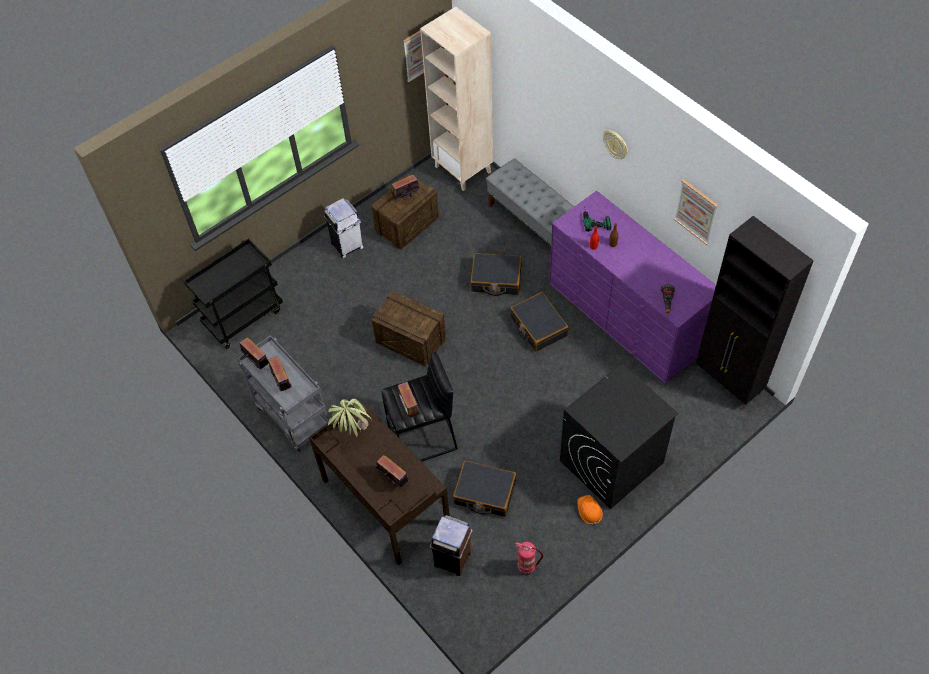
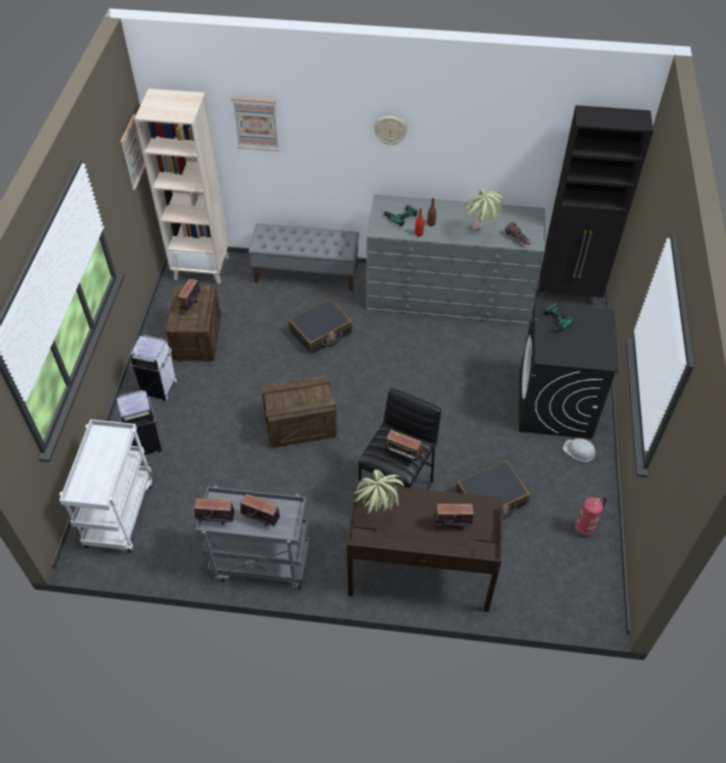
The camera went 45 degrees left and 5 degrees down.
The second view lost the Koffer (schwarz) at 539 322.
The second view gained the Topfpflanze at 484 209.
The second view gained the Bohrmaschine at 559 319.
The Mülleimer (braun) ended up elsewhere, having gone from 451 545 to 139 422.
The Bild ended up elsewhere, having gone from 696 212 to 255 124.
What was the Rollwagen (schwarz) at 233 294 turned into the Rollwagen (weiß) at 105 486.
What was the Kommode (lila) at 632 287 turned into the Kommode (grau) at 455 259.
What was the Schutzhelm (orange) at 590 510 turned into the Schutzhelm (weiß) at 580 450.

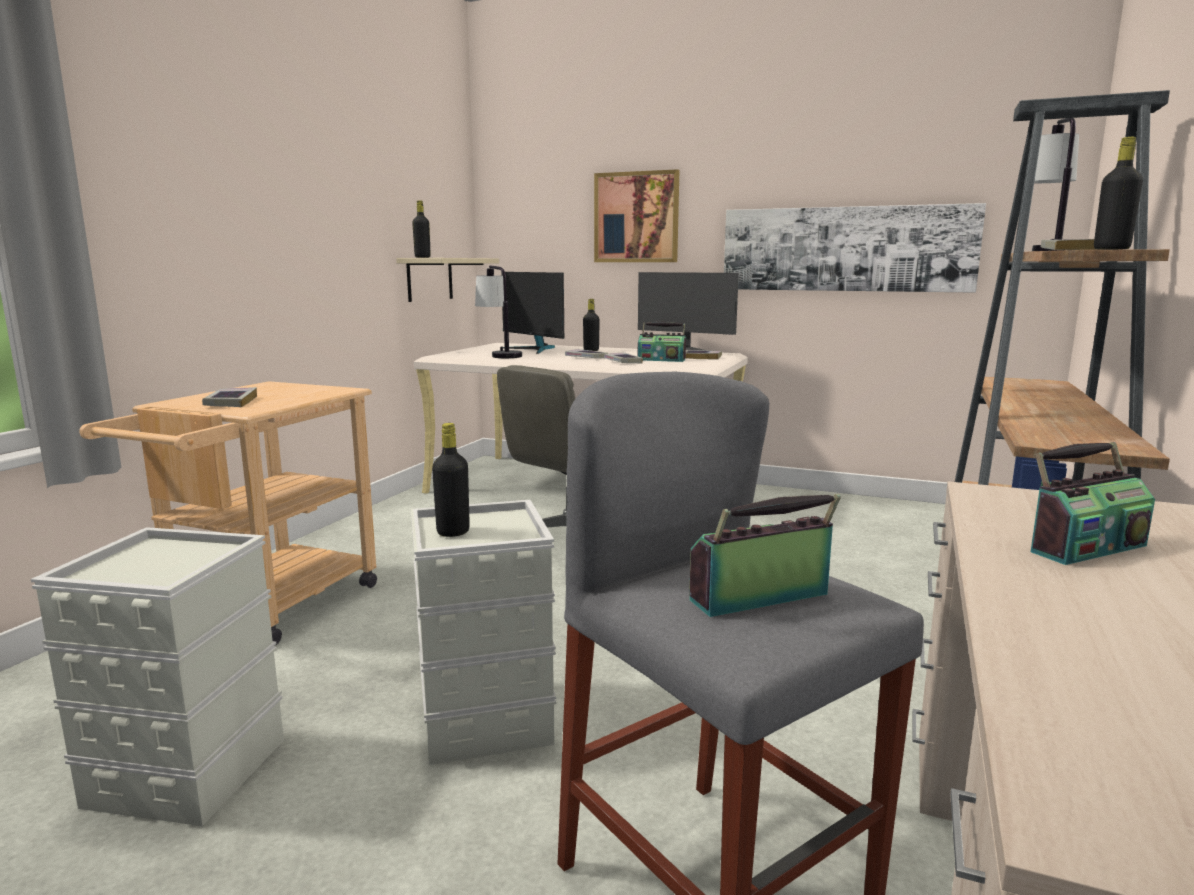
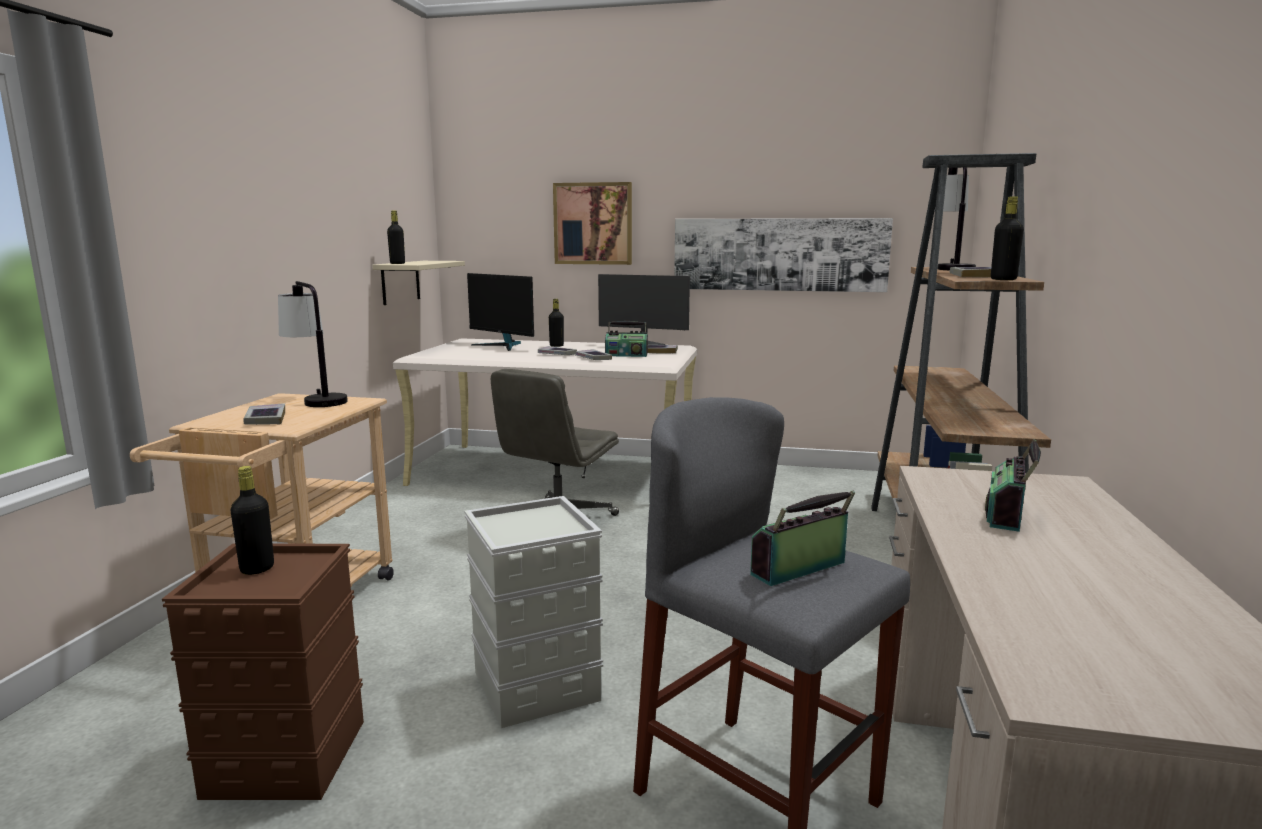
The camera went 10 degrees left and 0 degrees up.
The Flasche (schwarz) ended up elsewhere, having gone from 451 480 to 252 520.
The Tischlampe ended up elsewhere, having gone from 498 311 to 313 344.
What was the Aufbewahrungsbox (grau) at 157 676 turned into the Aufbewahrungsbox (braun) at 263 672.
The Radio at 1093 503 ended up facing another way, 150 degrees clockwise from before.

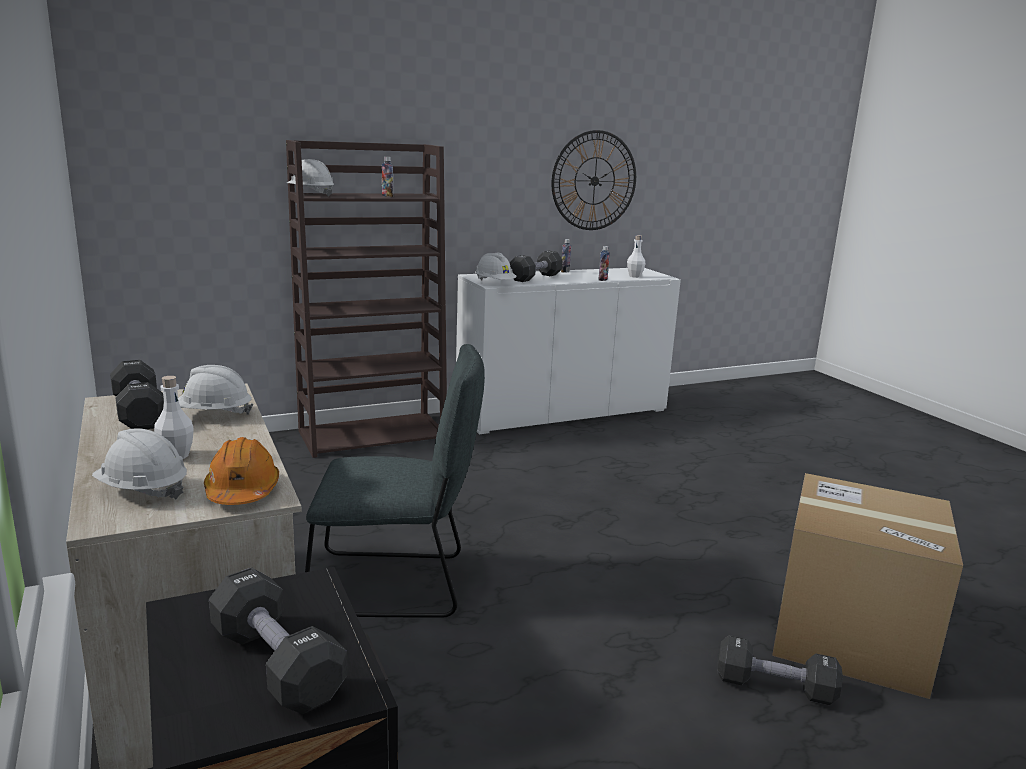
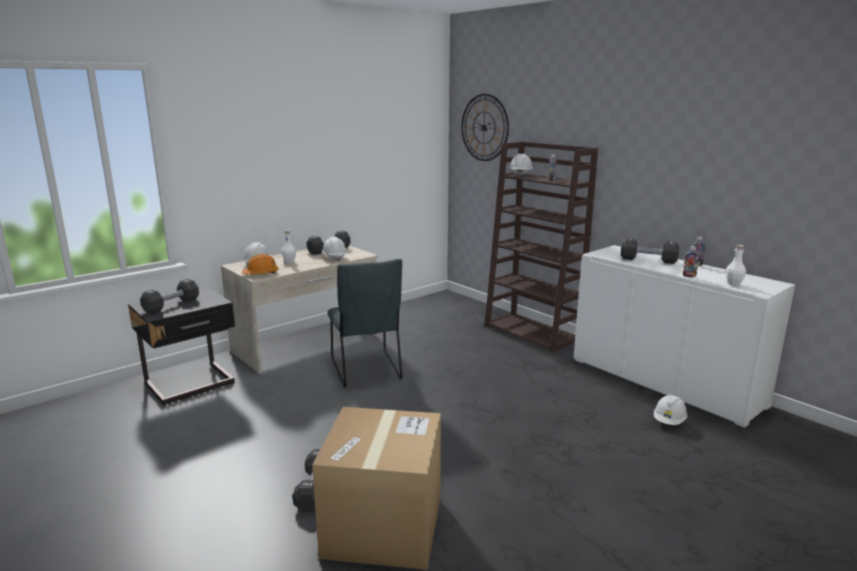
The camera went 75 degrees right and 0 degrees up.
The Schutzhelm (weiß) ended up elsewhere, having gone from 496 266 to 671 409.
The Wanduhr ended up elsewhere, having gone from 594 180 to 485 127.

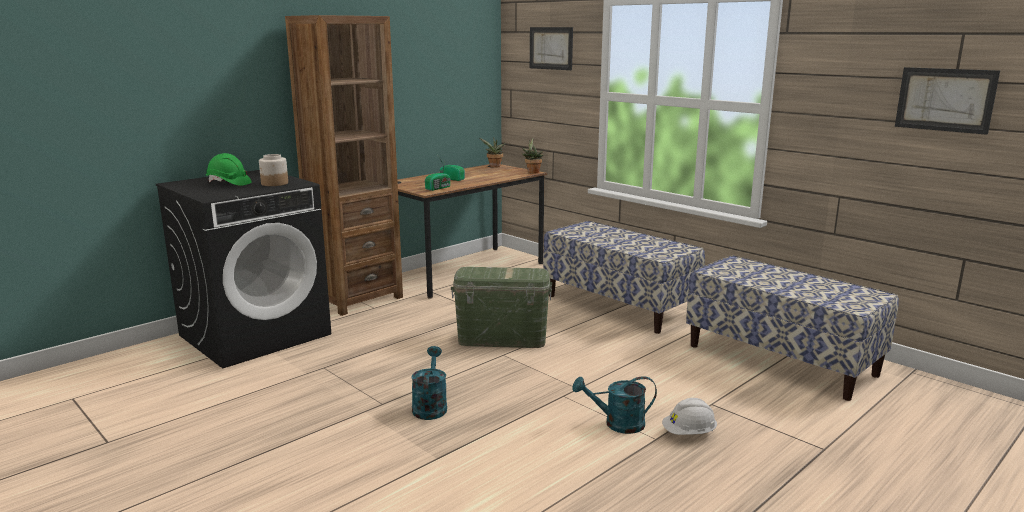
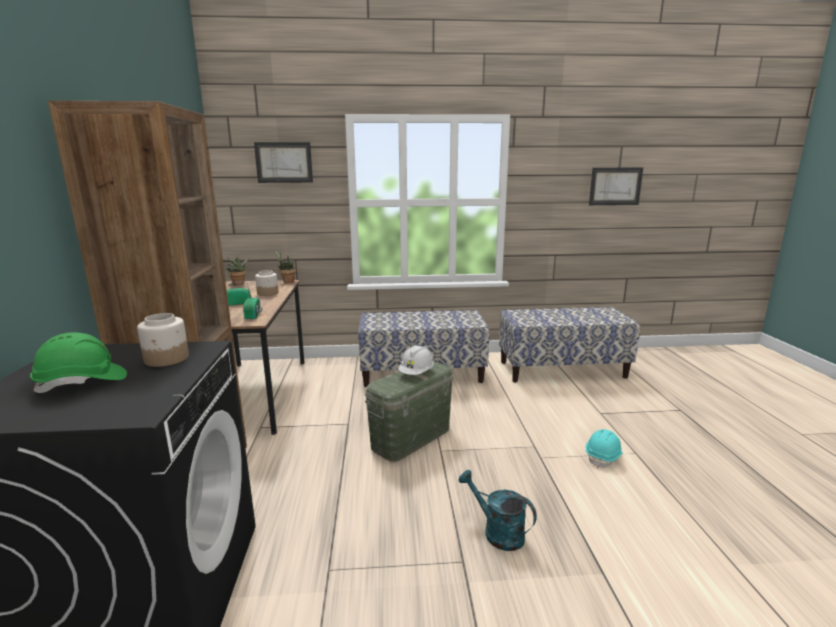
The camera went 50 degrees left and 0 degrees up.
The second view gained the Vorratsglas at 266 283.
The Schutzhelm (weiß) ended up elsewhere, having gone from 689 416 to 416 360.
Where the Gießkanne (türkis) stood at 614 405, the Schutzhelm (türkis) came to stand at 604 449.

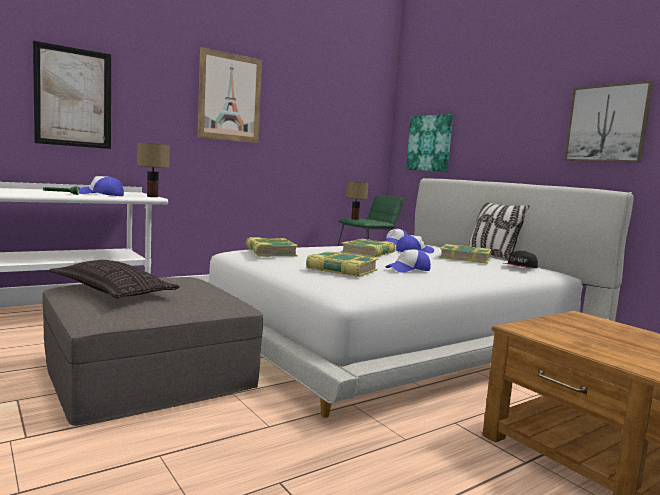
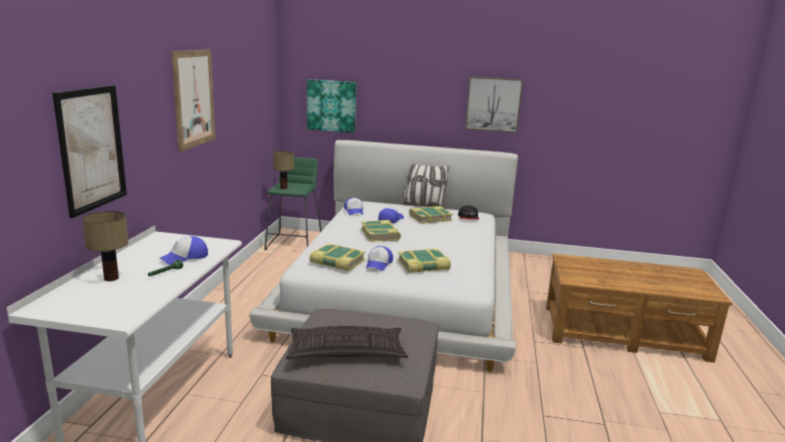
The camera went 45 degrees left and 10 degrees up.
The Tischlampe ended up elsewhere, having gone from 153 170 to 105 246.
The Kappe ended up elsewhere, having gone from 408 261 to 379 258.

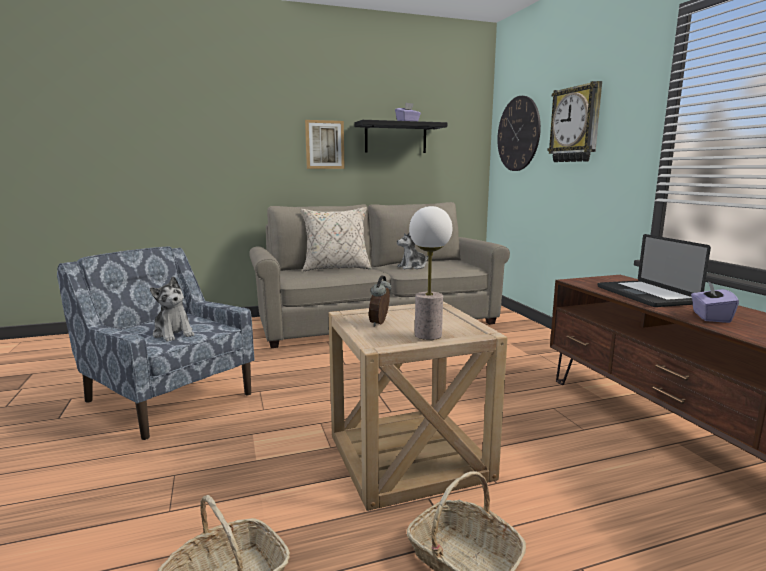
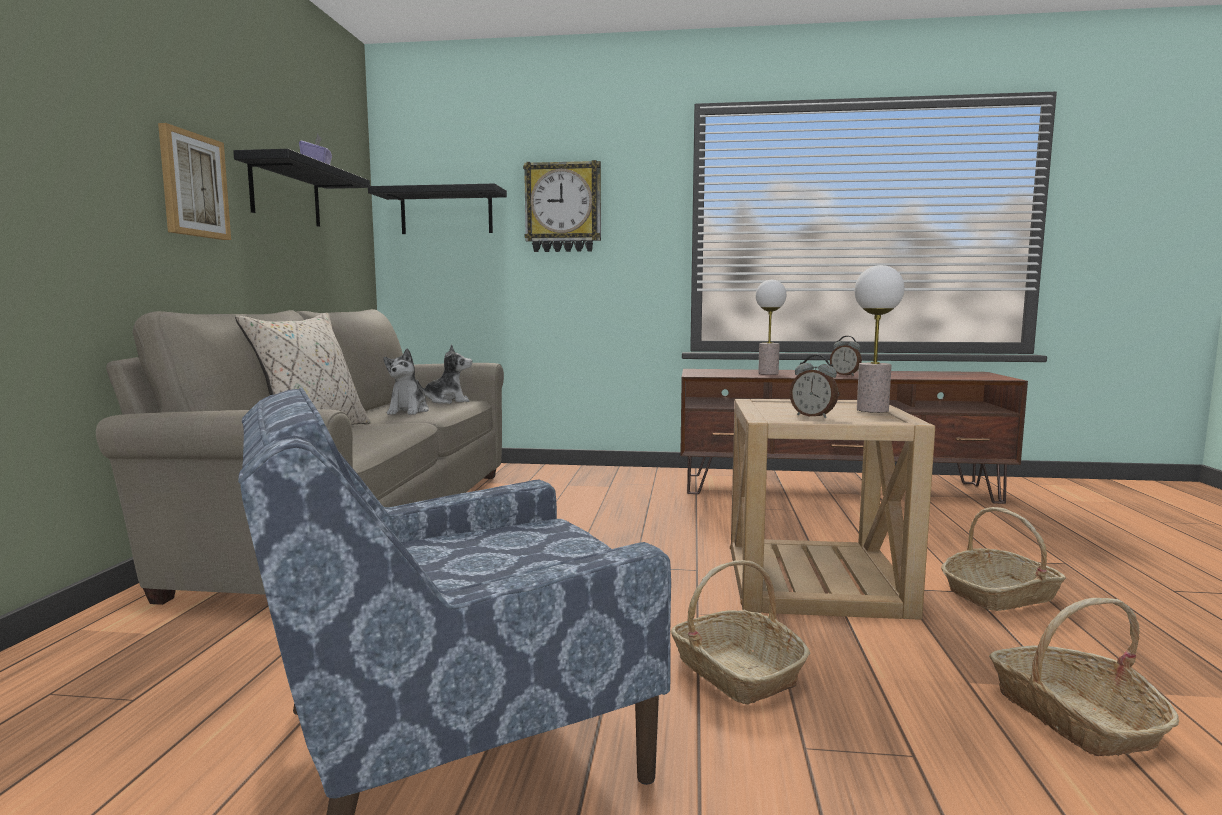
The camera went 65 degrees left and 5 degrees down.
The second view gained the Korb at 740 632.
The Plüschtier ended up elsewhere, having gone from 172 309 to 444 374.
Where the Wanduhr hung at 519 133, the Wandregal (schwarz) came to hang at 437 208.
Where the Laptop stood at 654 270, the Tischlampe came to stand at 771 327.
Where the Taschentuchbox (lila) stood at 715 302, the Wecker came to stand at 846 356.

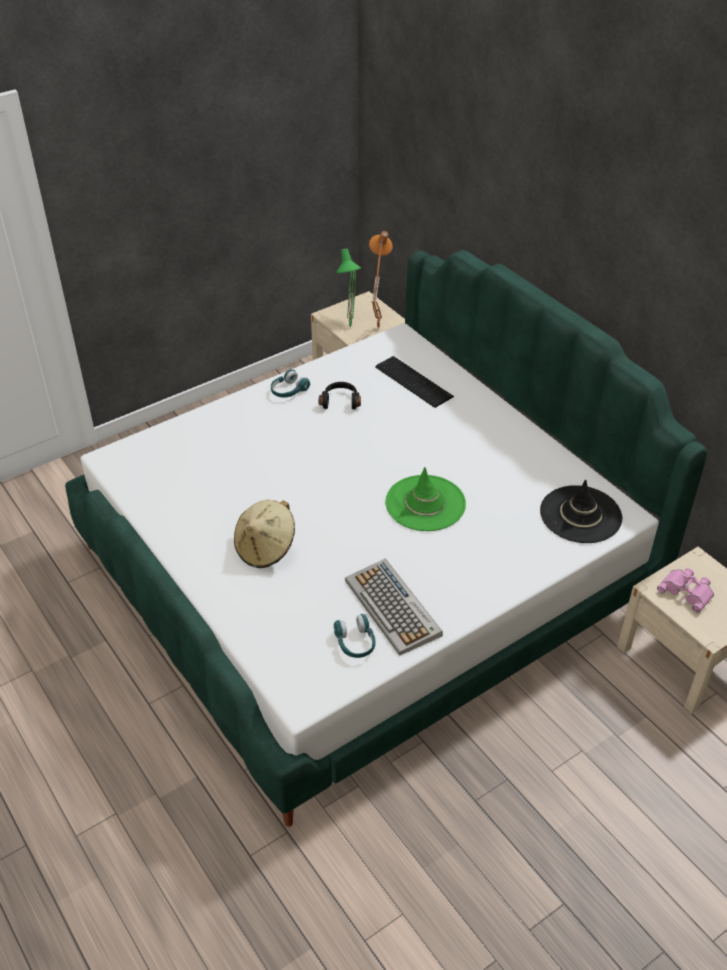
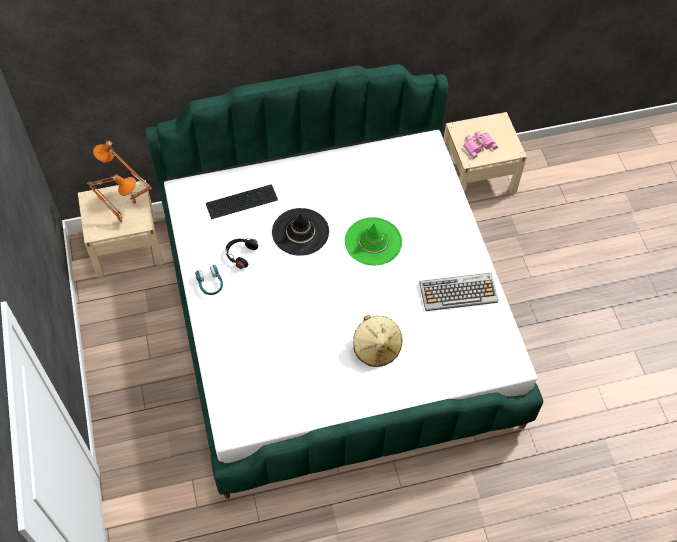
The camera went 70 degrees left and 15 degrees up.
The second view lost the Kopfhörer (türkis) at 354 636.
The Hut (schwarz) ended up elsewhere, having gone from 581 511 to 300 232.
What was the Tischlampe (grün) at 348 288 turned into the Tischlampe (orange) at 111 198.

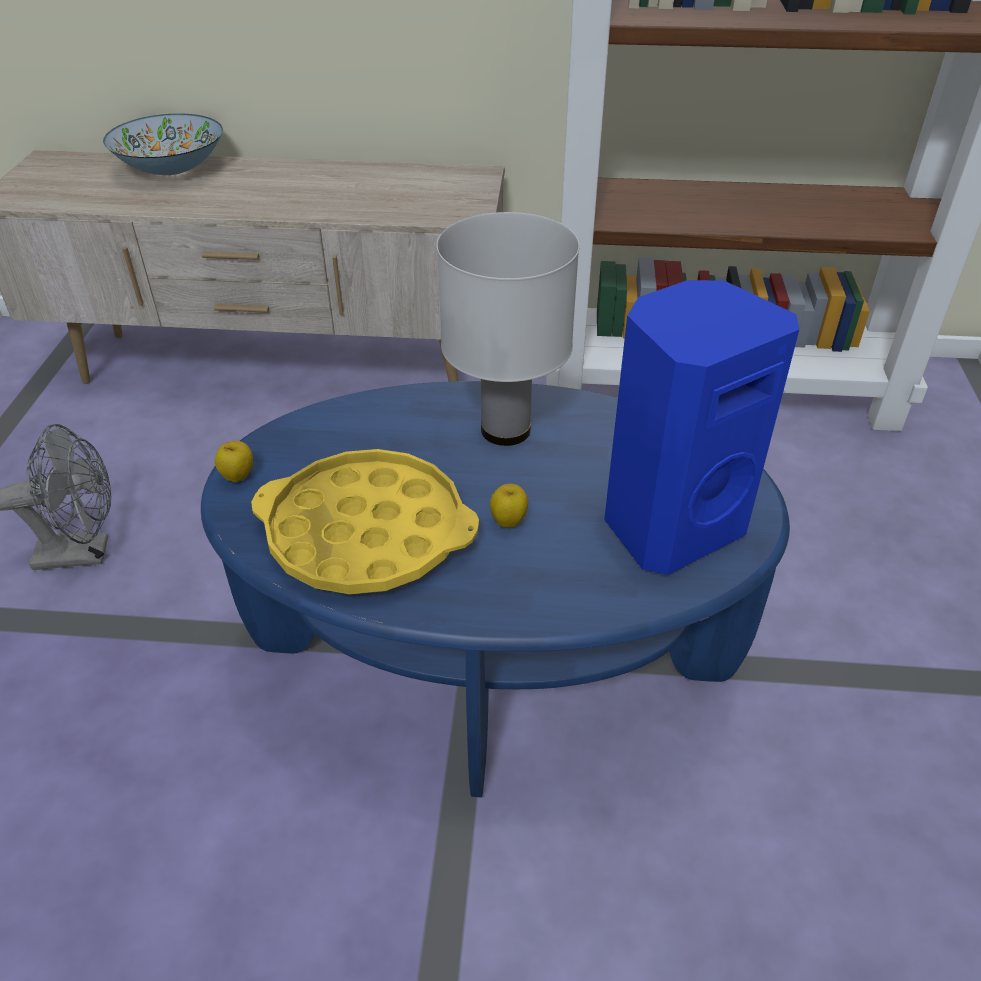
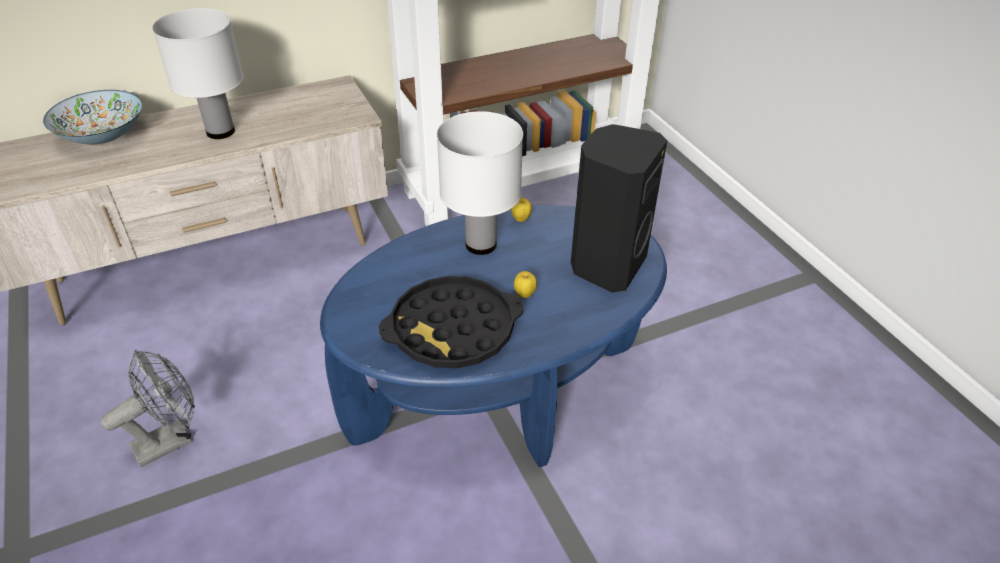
The camera went 30 degrees left and 0 degrees up.
The second view gained the Tischlampe (weiß) at 198 73.
The Apfel ended up elsewhere, having gone from 234 461 to 521 210.
What was the Tablett (gelb) at 365 522 turned into the Tablett (schwarz) at 451 322.
What was the Lautsprecher (blau) at 701 427 turned into the Lautsprecher (schwarz) at 619 208.

